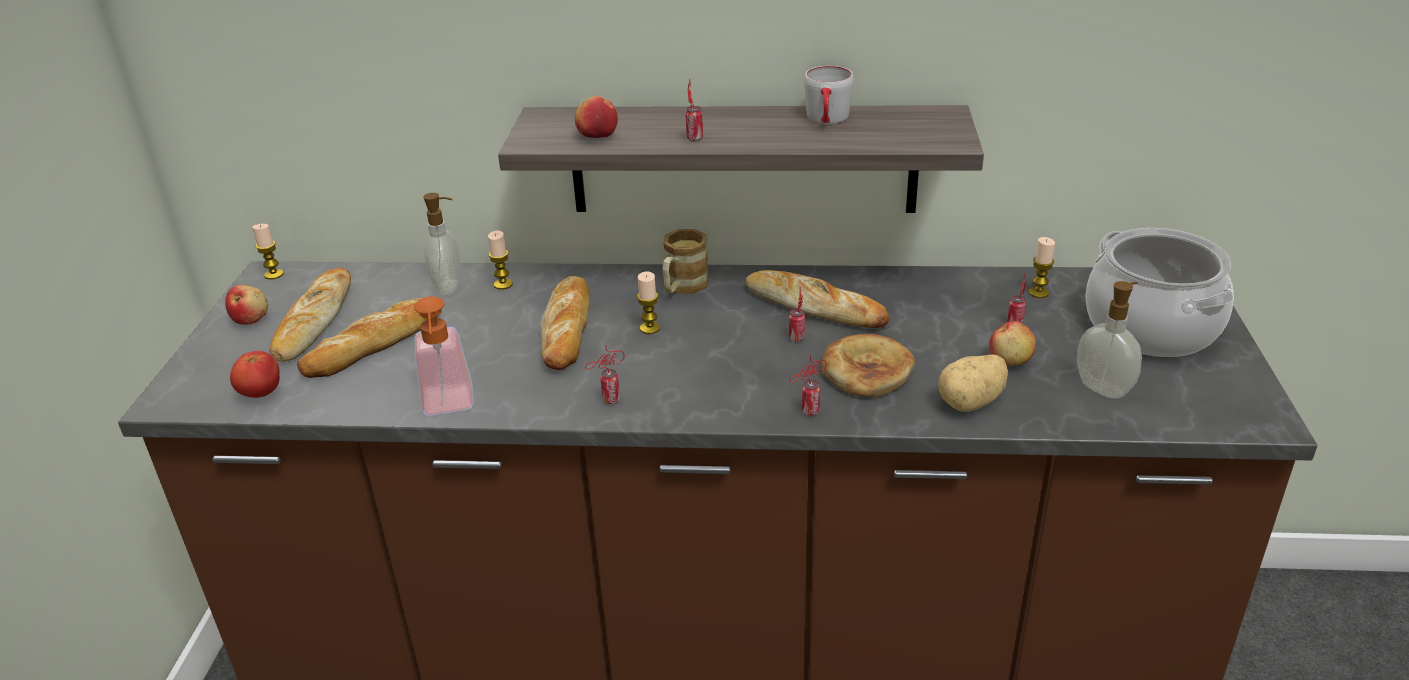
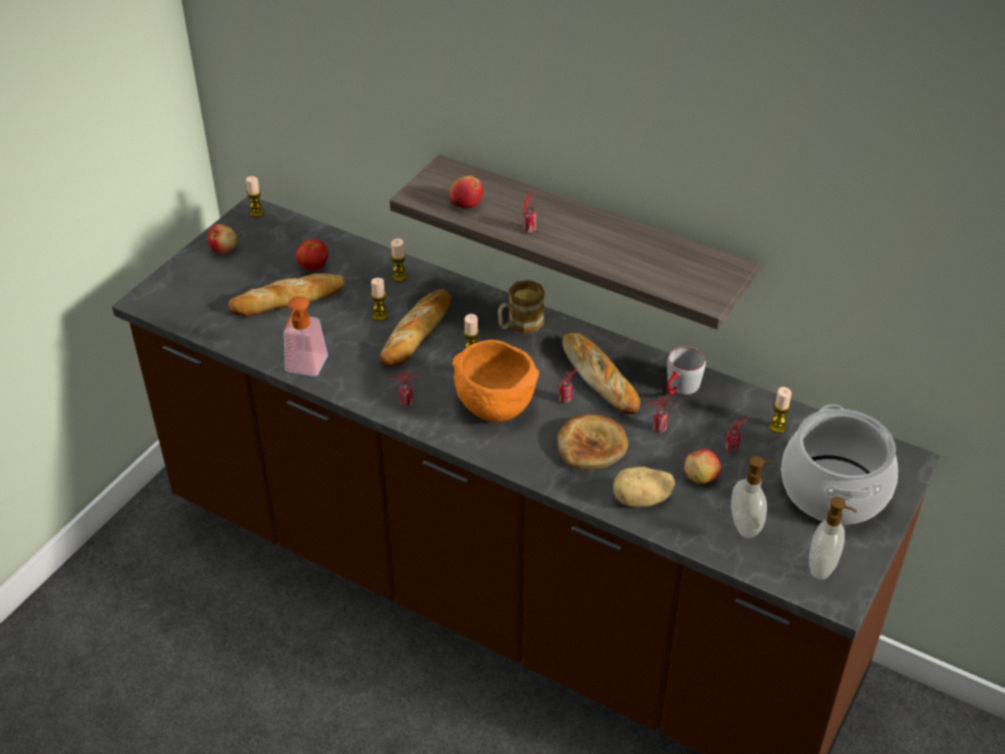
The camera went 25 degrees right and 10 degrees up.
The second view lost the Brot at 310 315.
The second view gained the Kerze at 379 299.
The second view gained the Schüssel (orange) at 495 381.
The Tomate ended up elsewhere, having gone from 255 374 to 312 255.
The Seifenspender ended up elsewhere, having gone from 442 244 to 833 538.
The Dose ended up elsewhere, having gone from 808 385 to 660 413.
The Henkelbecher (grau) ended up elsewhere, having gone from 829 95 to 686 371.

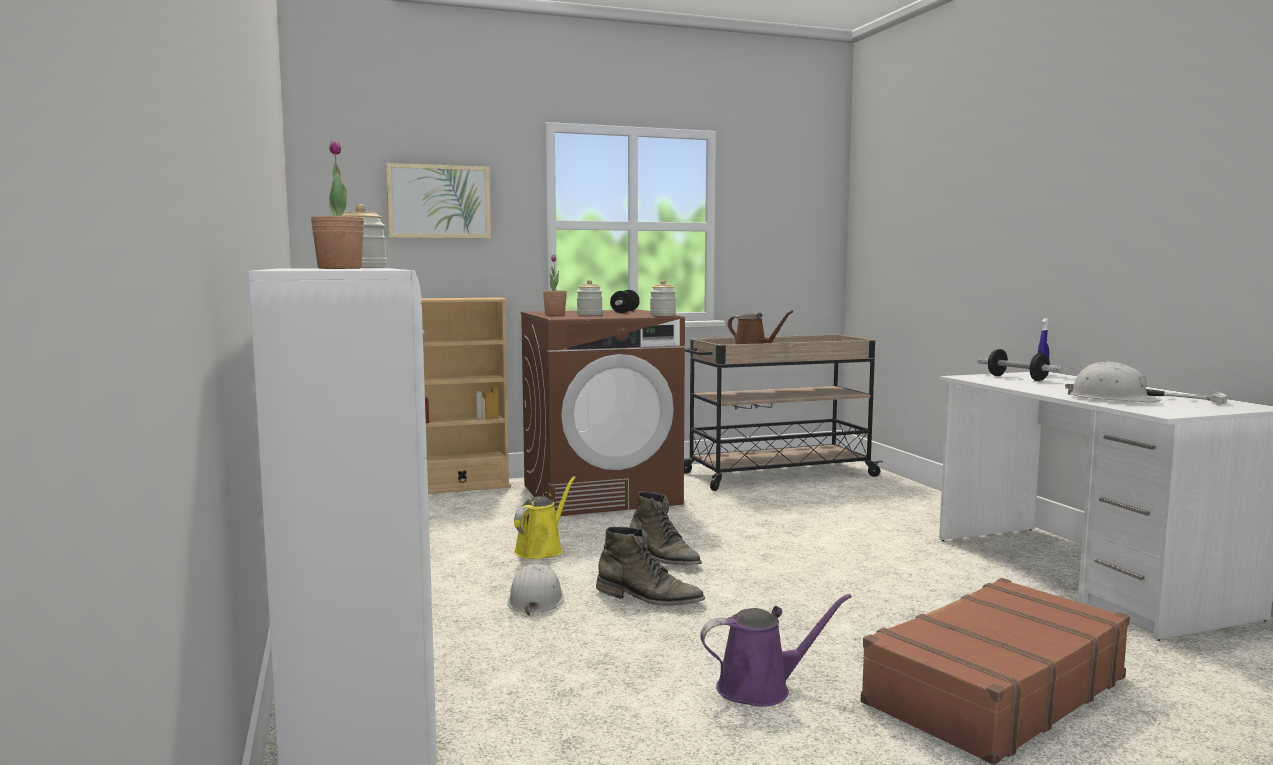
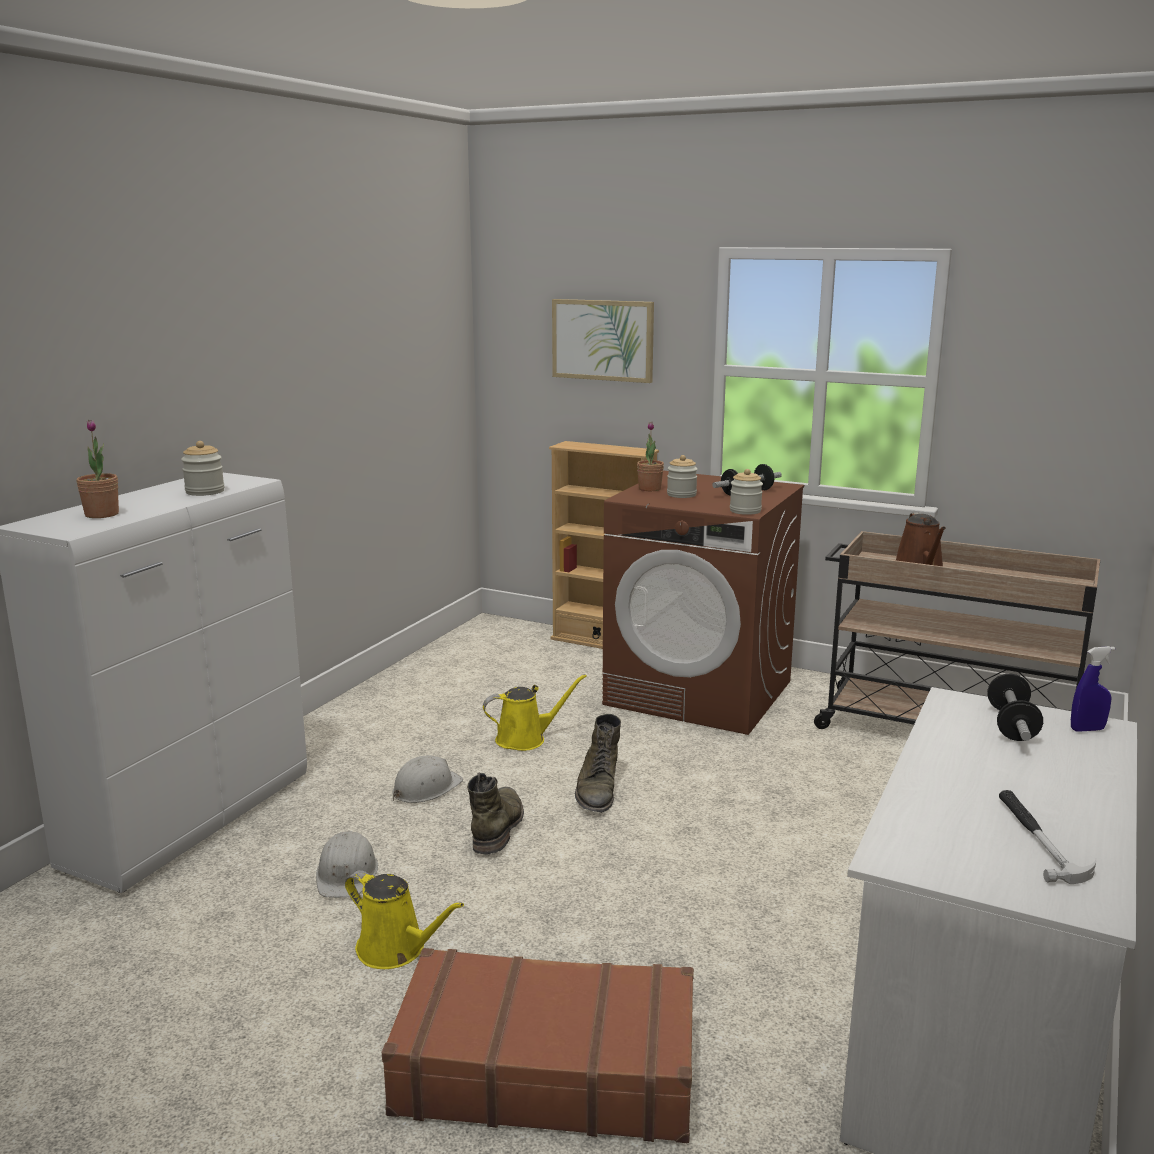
The camera went 45 degrees right and 10 degrees up.
The Schutzhelm (weiß) ended up elsewhere, having gone from 1113 382 to 347 864.
What was the Gießkanne (lila) at 776 650 turned into the Gießkanne (gelb) at 404 919.
The Stiefel (grün) at 650 567 ended up facing another way, 150 degrees counterclockwise from before.

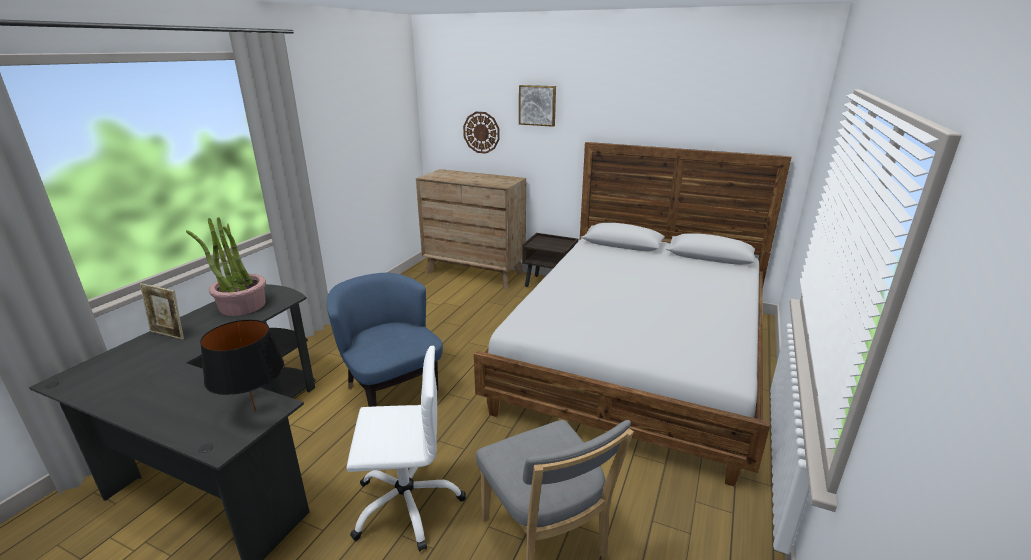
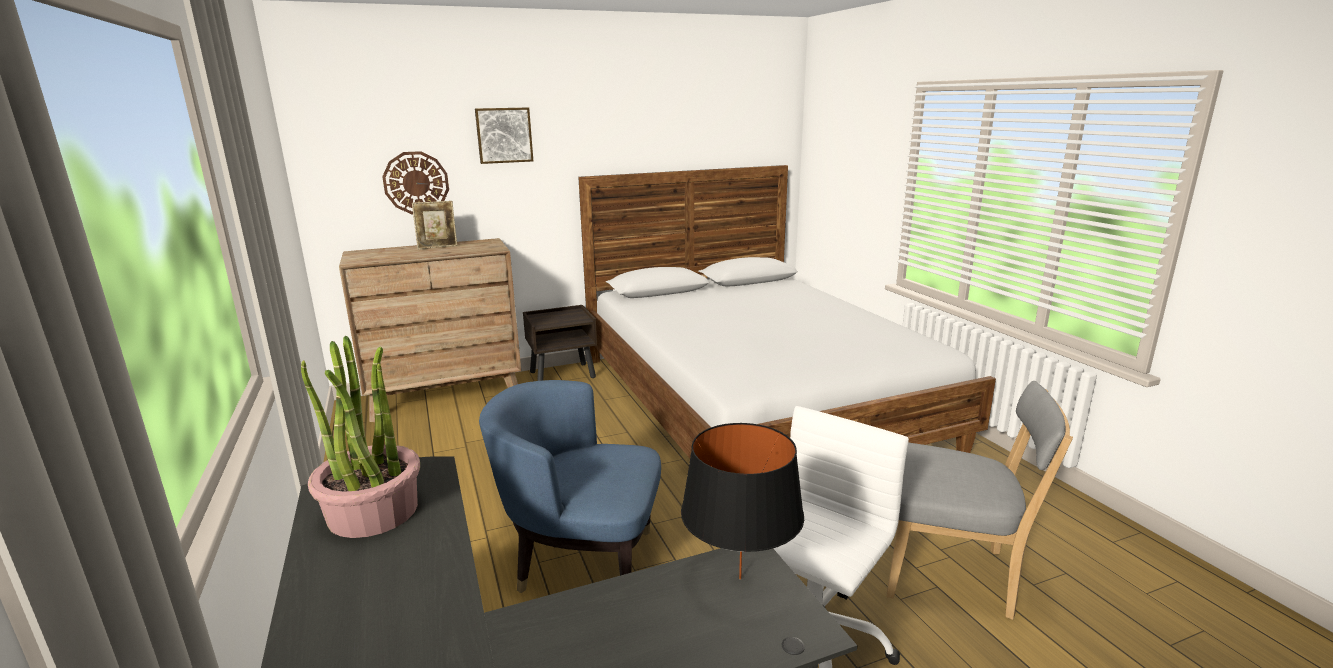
The camera went 45 degrees left and 5 degrees down.
The Bilderrahmen ended up elsewhere, having gone from 162 311 to 435 225.

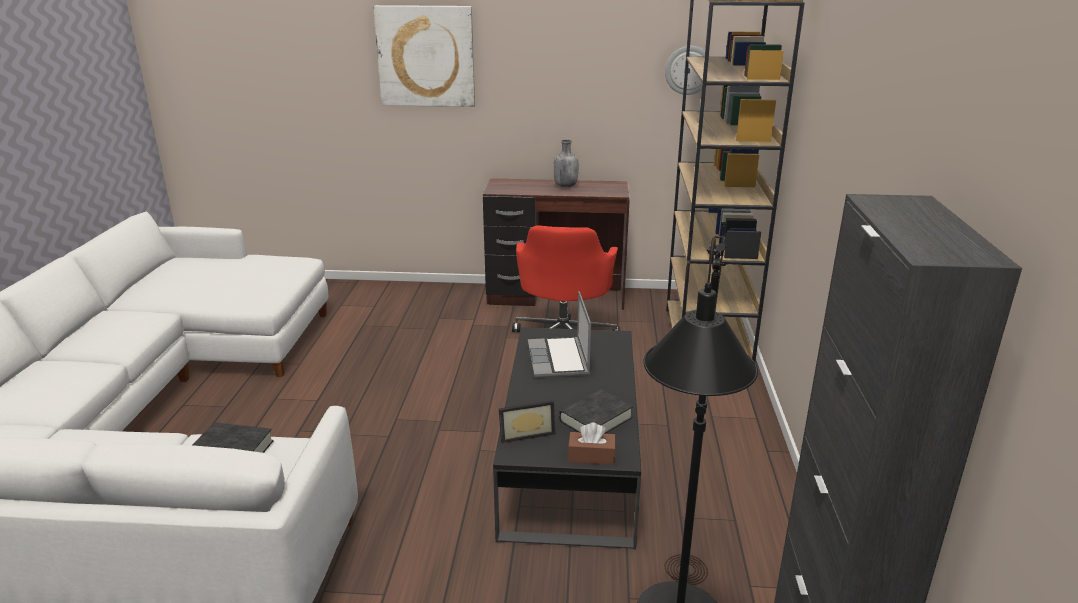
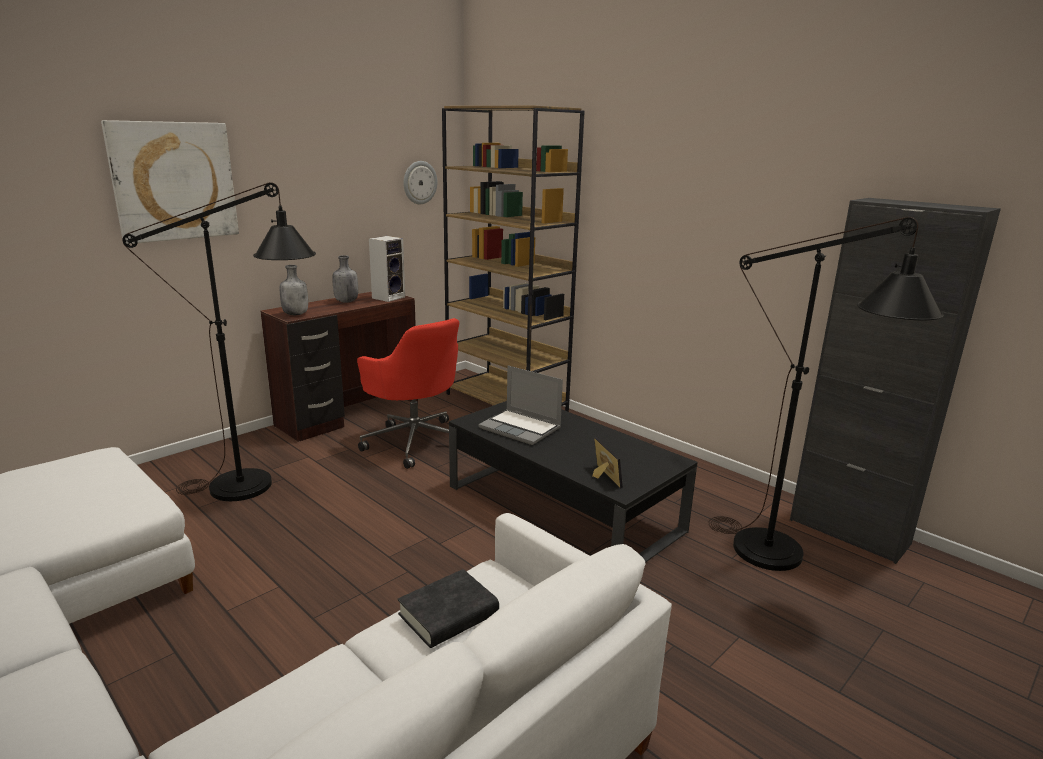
The camera went 50 degrees left and 5 degrees down.
The second view lost the Buch (schwarz) at 596 411.
The second view lost the Taschentuchbox (braun) at 592 444.
The second view gained the Stehlampe (schwarz) at 219 341.
The second view gained the Flasche (grau) at 294 290.
The second view gained the Lautsprecher at 387 269.
The Bilderrahmen at 527 421 ended up facing another way, 45 degrees counterclockwise from before.

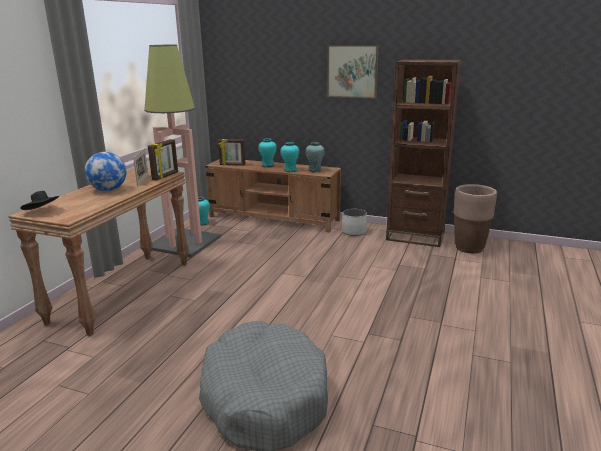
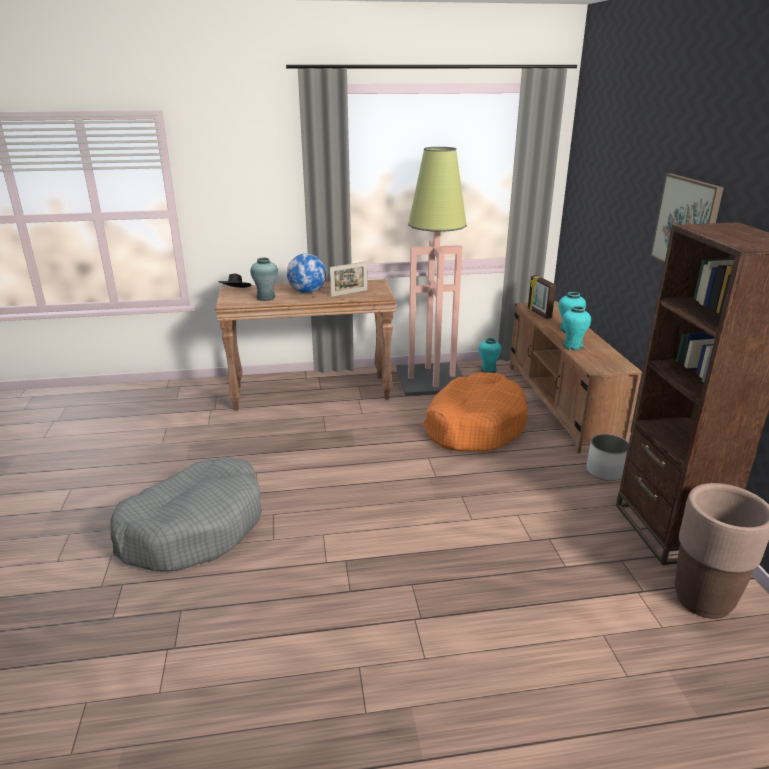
The camera went 60 degrees right and 5 degrees up.
The second view lost the Bilderrahmen at 163 160.
The second view gained the Hundebett (orange) at 476 412.
The Vase (türkis) ended up elsewhere, having gone from 315 157 to 264 279.

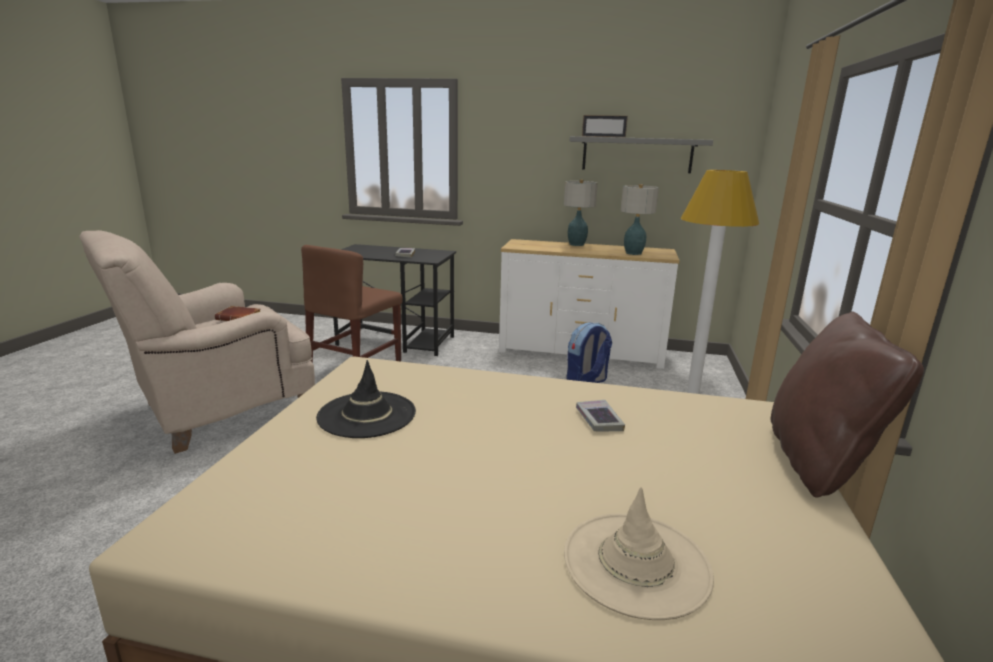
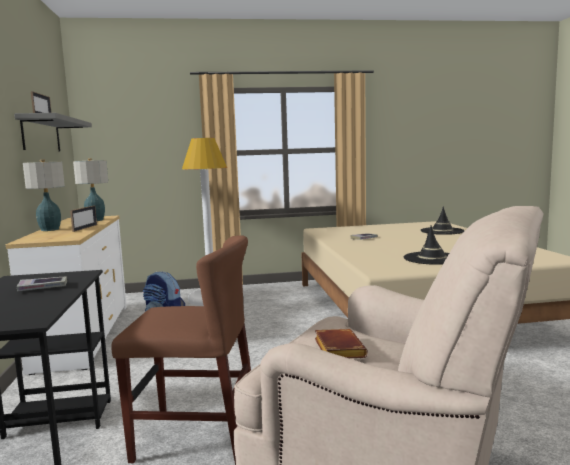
The camera went 110 degrees left and 10 degrees down.
The second view lost the Kissen (braun) at 847 404.
The second view gained the Bilderrahmen at 83 218.
What was the Hut (beige) at 639 553 turned into the Hut (schwarz) at 442 220.

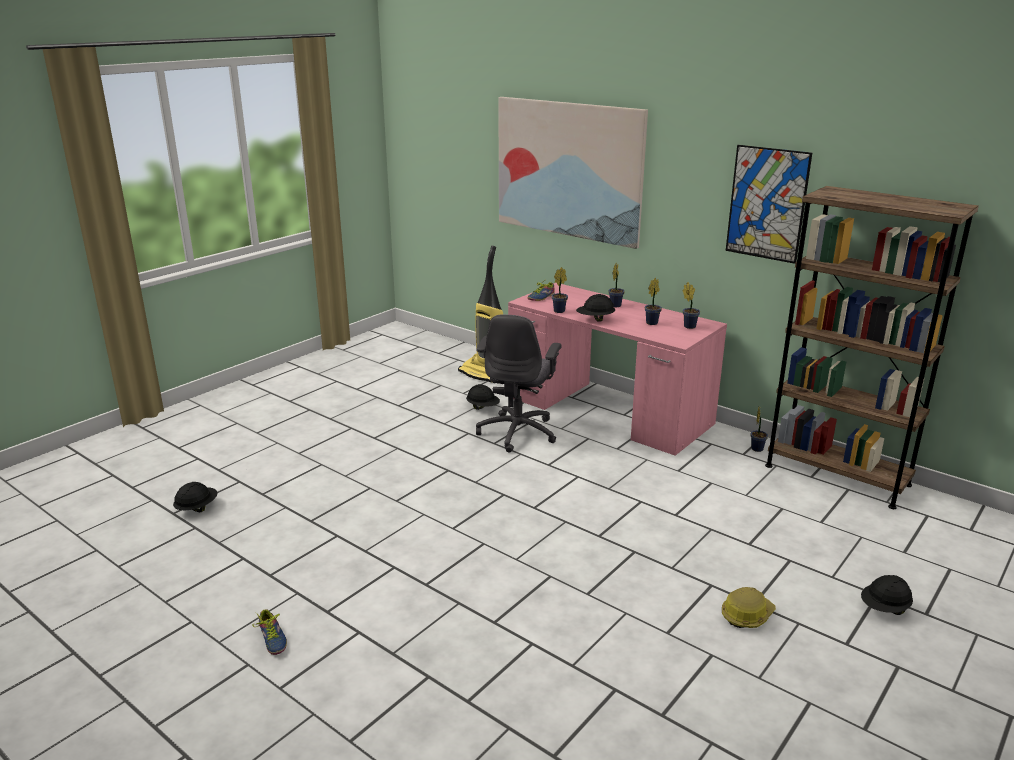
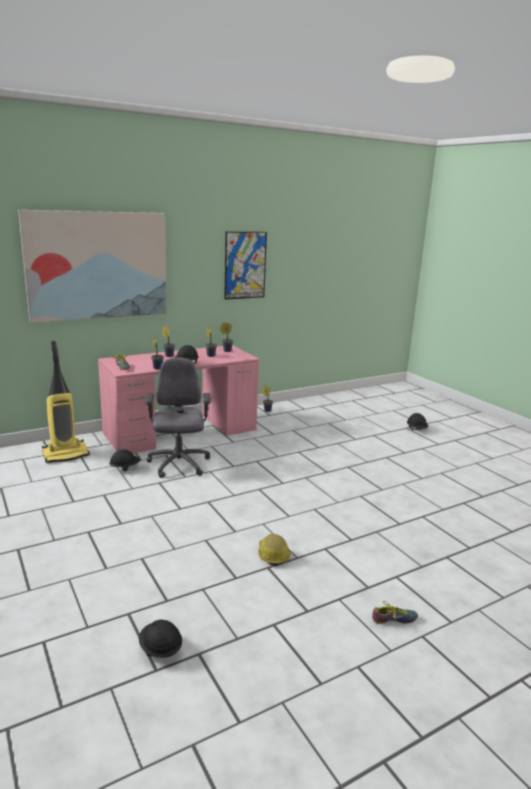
The camera went 70 degrees left and 5 degrees down.
The second view lost the Bücherregal (braun) at 872 347.
The Schutzhelm ended up elsewhere, having gone from 749 607 to 274 550.
The Bürostuhl (grau) at 519 383 ended up facing another way, 135 degrees counterclockwise from before.

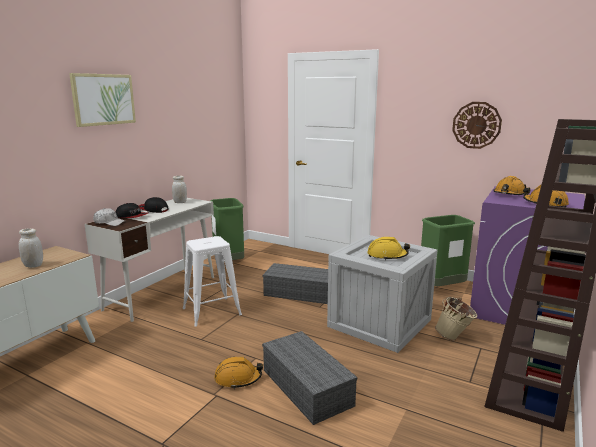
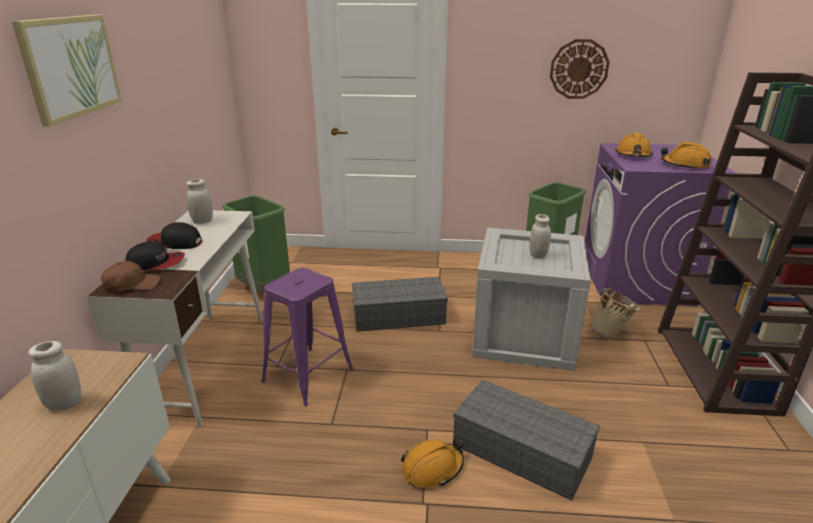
The camera went 25 degrees left and 10 degrees up.
Where the Schutzhelm (gelb) stood at 388 248, the Vorratsglas (weiß) came to stand at 540 236.
What was the Kappe (weiß) at 109 217 turned into the Kappe (braun) at 130 276.
What was the Hocker (weiß) at 212 281 turned into the Hocker (lila) at 307 337.

